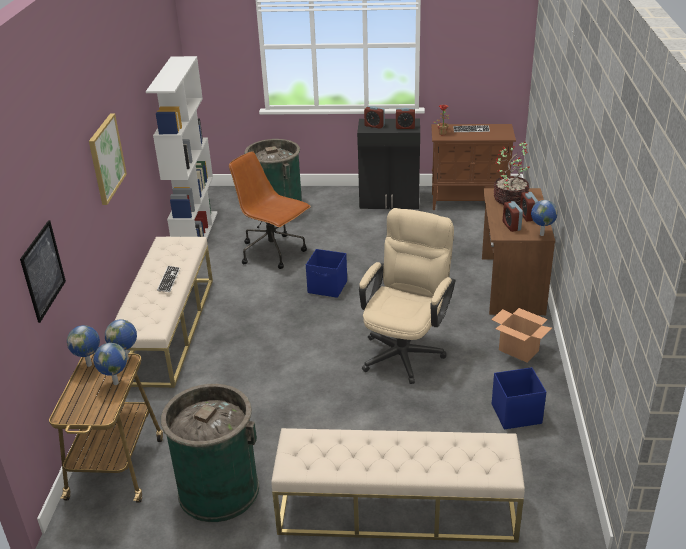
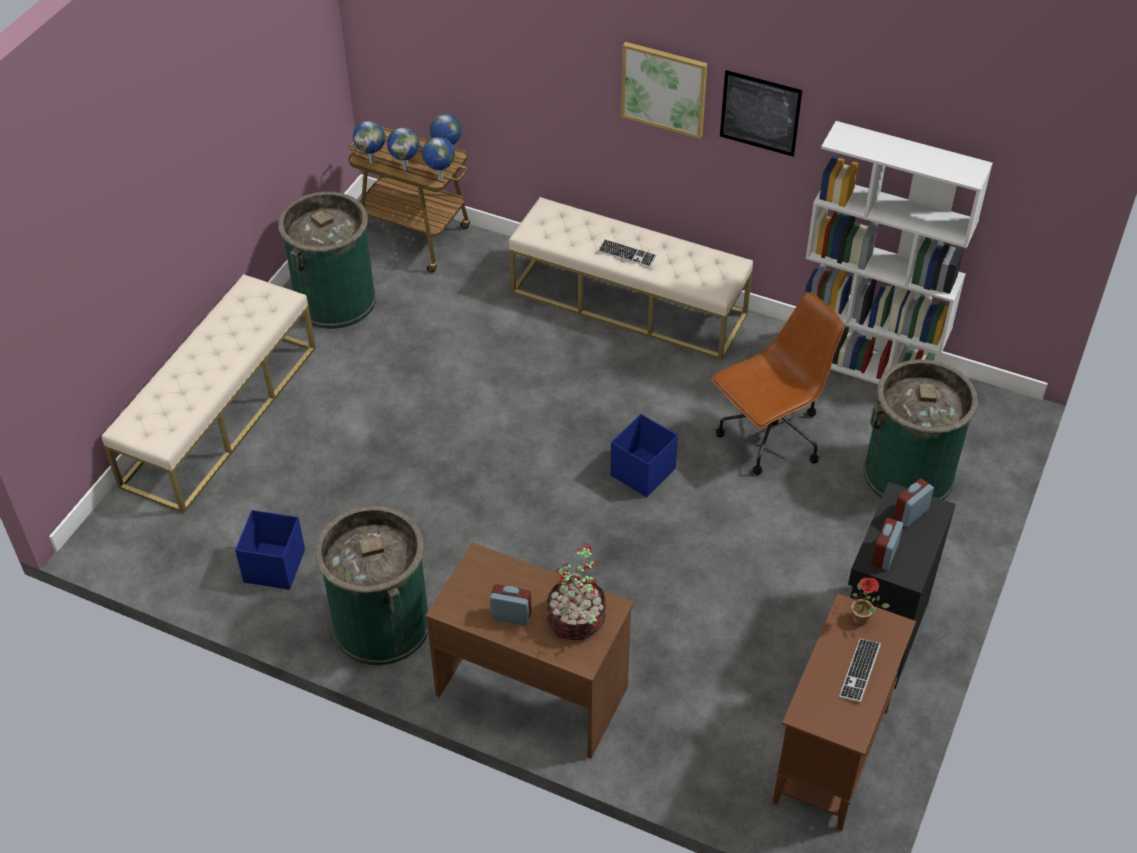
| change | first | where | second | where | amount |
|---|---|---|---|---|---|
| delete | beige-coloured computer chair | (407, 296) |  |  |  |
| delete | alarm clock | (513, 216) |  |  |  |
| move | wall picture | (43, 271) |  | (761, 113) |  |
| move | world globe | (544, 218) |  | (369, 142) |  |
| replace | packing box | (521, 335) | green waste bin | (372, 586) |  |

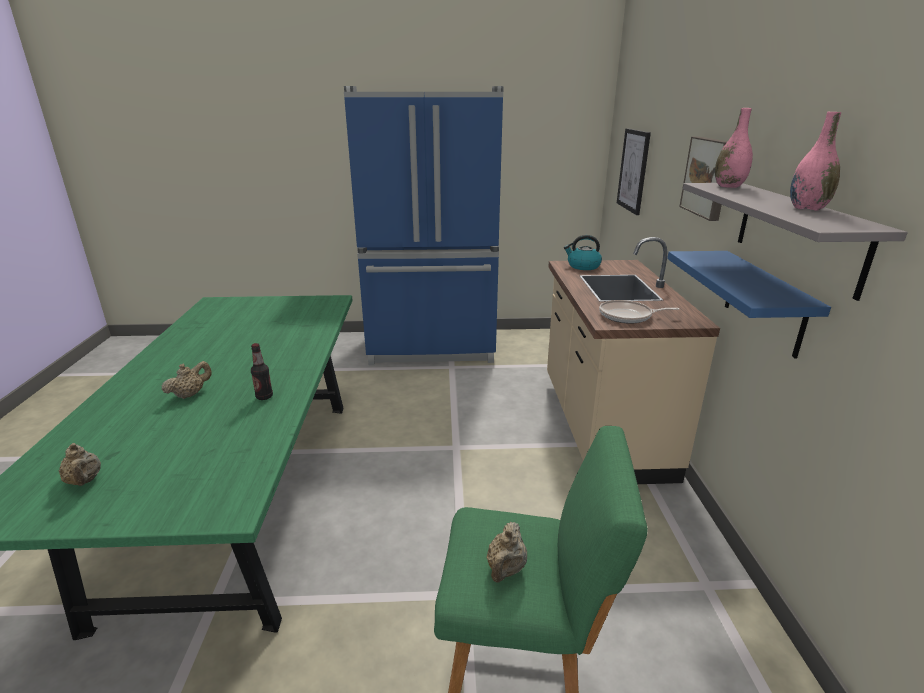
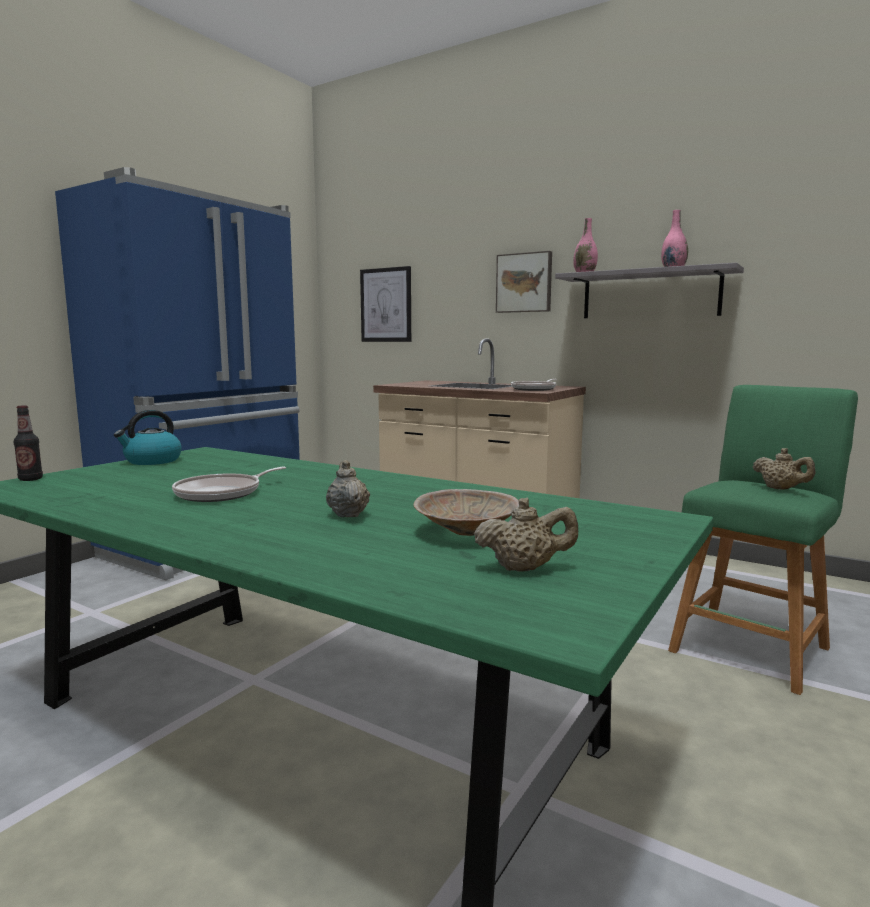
| change | first | where | second | where | amount |
|---|---|---|---|---|---|
| delete | blue-coloured bracket shelf | (749, 305) |  |  |  |
| insert |  |  | skillet | (229, 484) |  |
| insert |  |  | beige-coloured serving bowl | (466, 512) |  |
| move | beverage bottle | (262, 371) |  | (28, 443) |  |
| move | kettle | (583, 252) |  | (148, 437) |  |

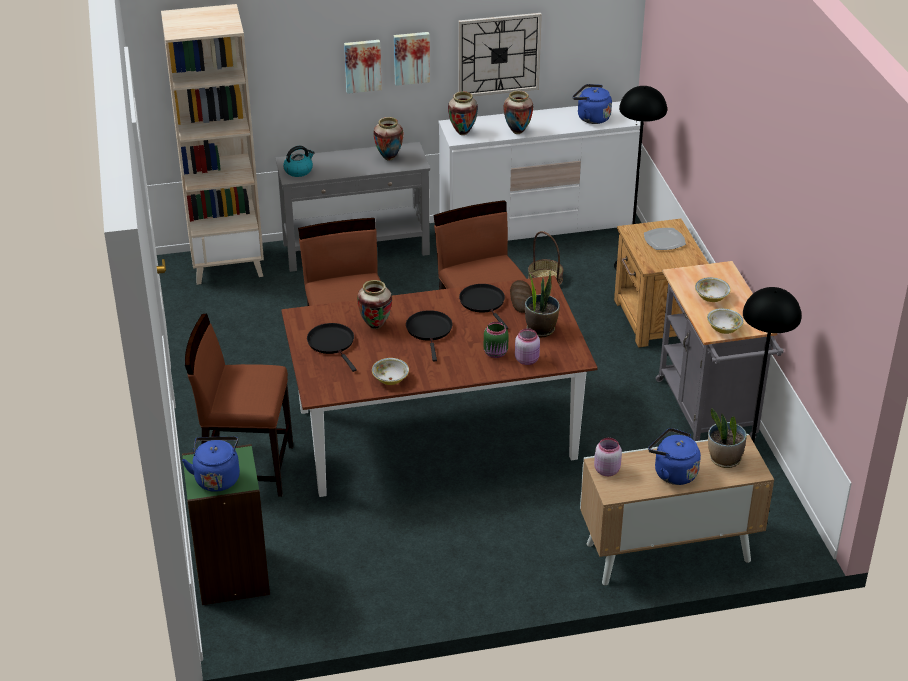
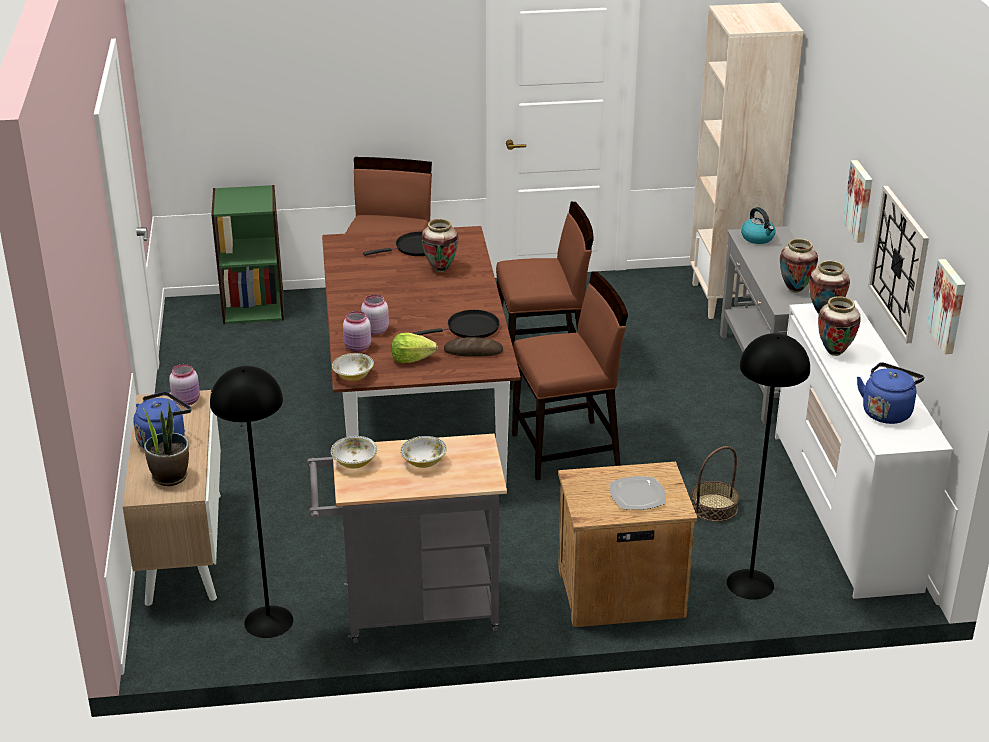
| change | first | where | second | where | amount |
|---|---|---|---|---|---|
| delete | blue-coloured kettle | (211, 464) |  |  |  |
| delete | black skillet | (429, 335) |  |  |  |
| move | wall picture | (363, 67) |  | (945, 306) |  |
| move | serving bowl | (390, 371) |  | (353, 367) |  |
| replace | plant in a pot | (542, 304) | lettuce head | (415, 348) |  |
| recolor | green jar | (496, 340) | pink jar | (375, 315) |  |

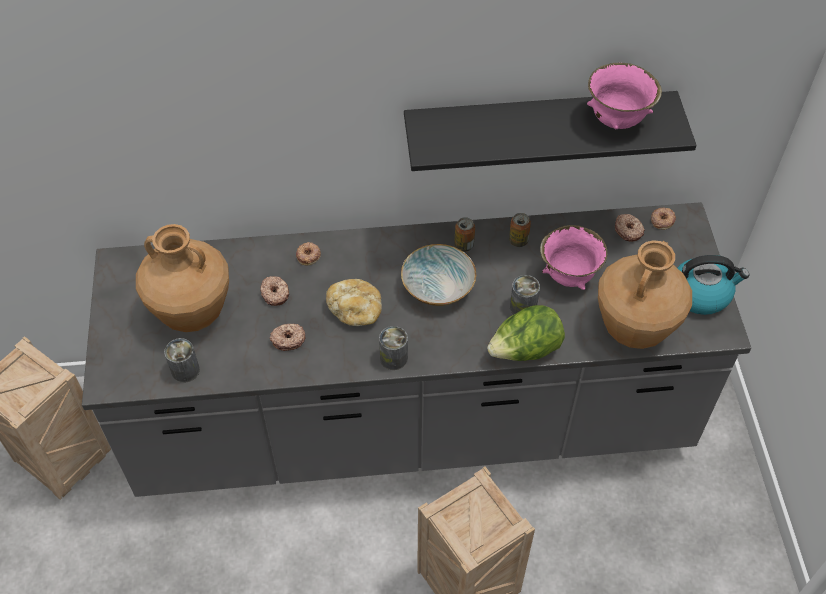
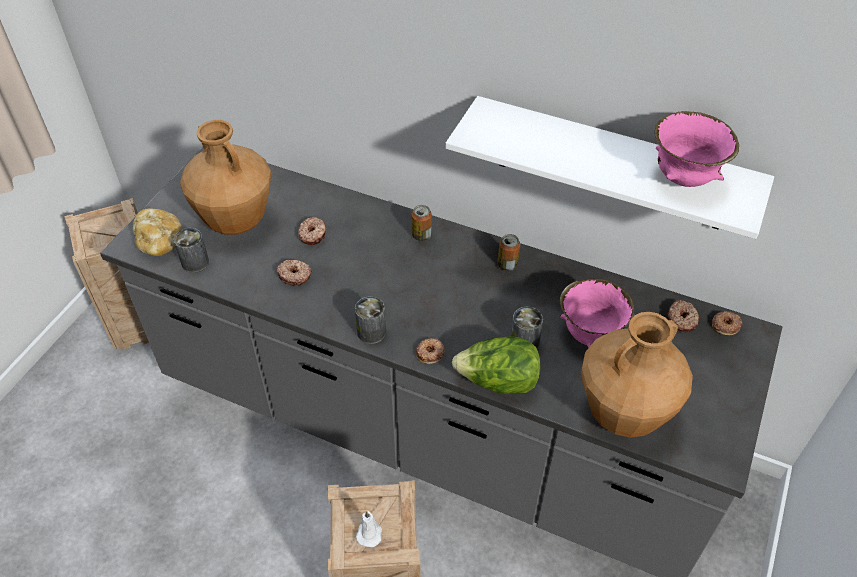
| change | first | where | second | where | amount |
|---|---|---|---|---|---|
| delete | serving bowl | (438, 275) |  |  |  |
| delete | kettle | (713, 285) |  |  |  |
| insert |  |  | white wax candle | (369, 529) |  |
| move | ring doughnut | (308, 253) |  | (430, 351) |  |
| move | bakery bread | (354, 302) |  | (158, 232) |  |
| move | sealed can | (520, 230) |  | (422, 223) |  |
| recolor | black bracket shelf | (550, 131) | white bracket shelf | (609, 167) |  |

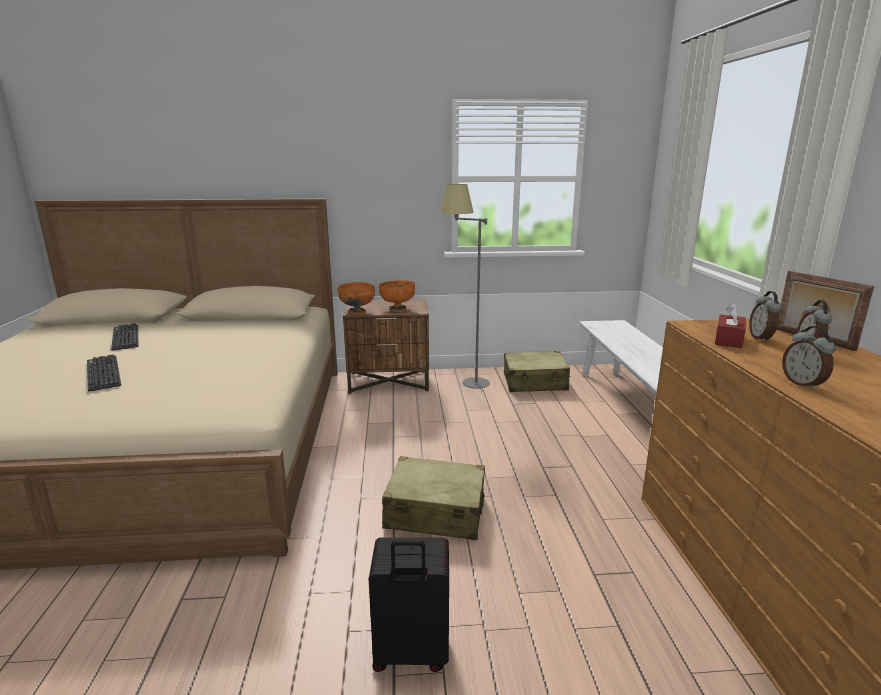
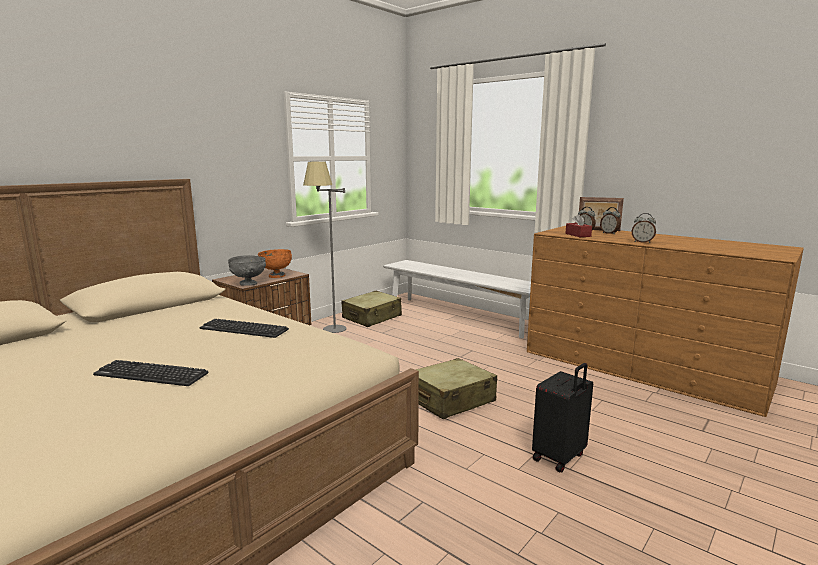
| change | first | where | second | where | amount |
|---|---|---|---|---|---|
| move | keyboard | (125, 337) |  | (244, 328) |  |
| recolor | orange-coloured serving bowl | (356, 298) | greyish serving bowl | (247, 270) |  |

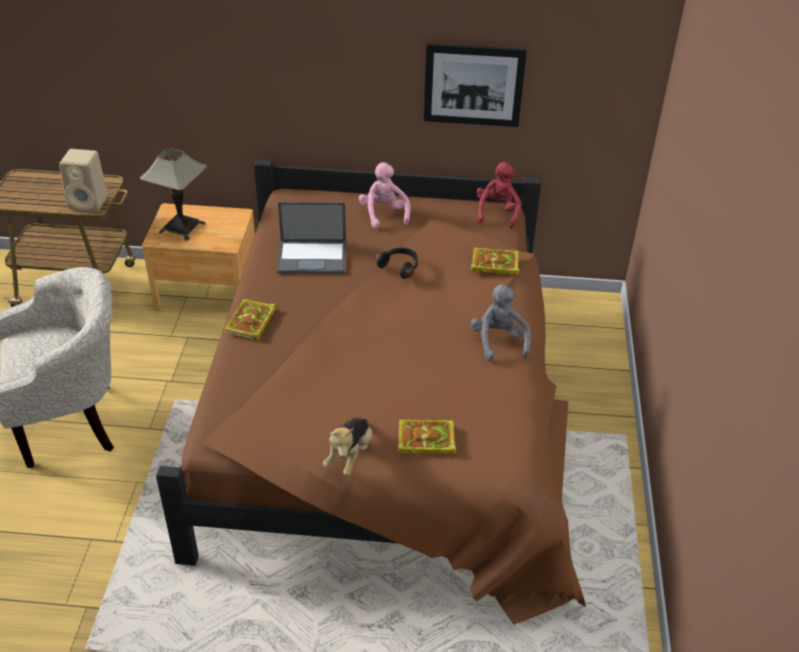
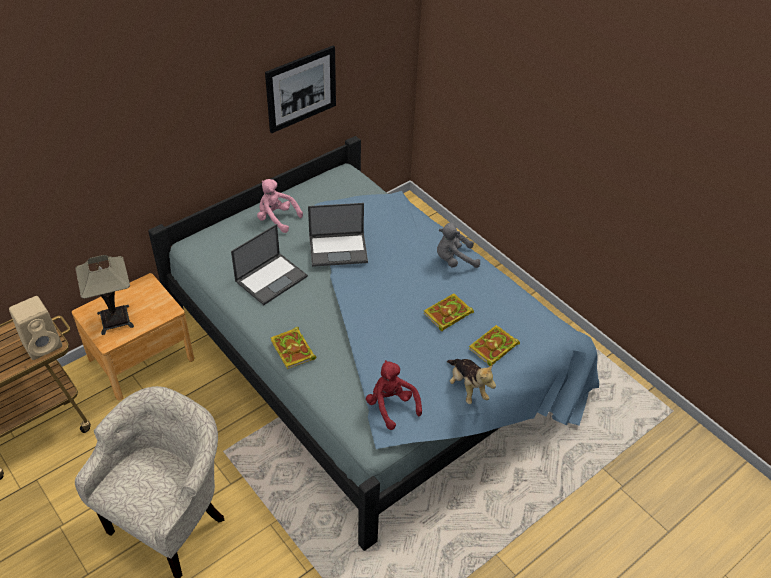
| change | first | where | second | where | amount |
|---|---|---|---|---|---|
| move | book | (495, 261) |  | (449, 312) |  |
| move | red-coloured plush toy | (499, 195) |  | (394, 395) |  |
| replace | black pair of headphones | (396, 263) | laptop | (338, 235) |  |
| recolor | brown-coloured bed | (370, 392) | blue-coloured bed | (373, 343) |  |
| rotate | greyish plush toy | (501, 322) |  | (458, 245) | 45 degrees counterclockwise |

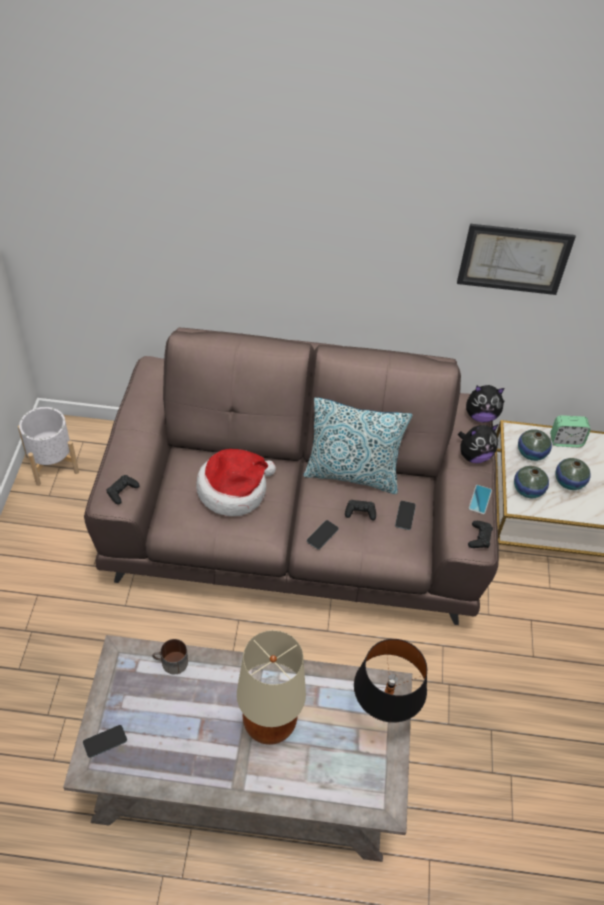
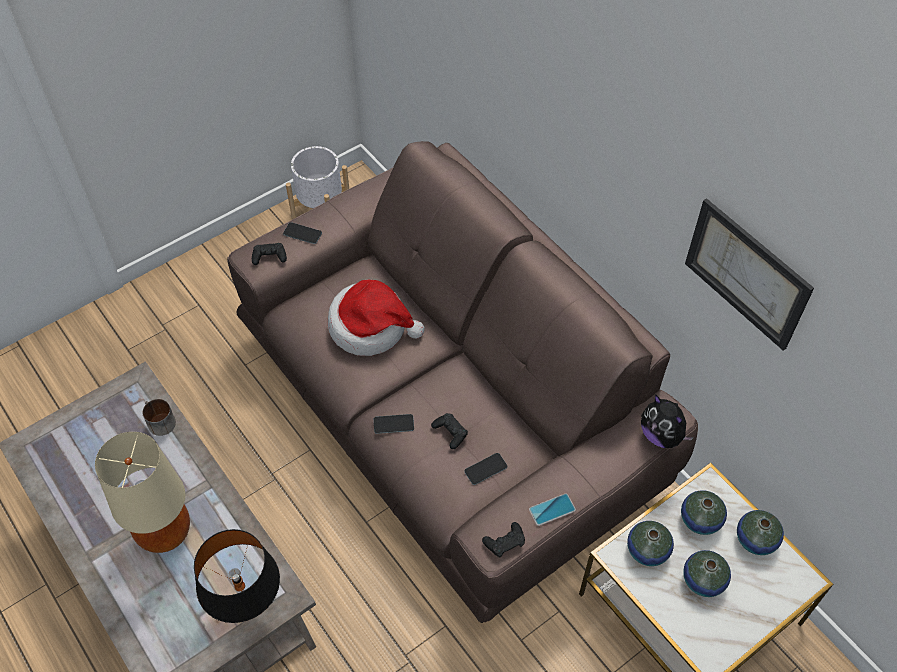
| change | first | where | second | where | amount |
|---|---|---|---|---|---|
| delete | pillow | (357, 445) |  |  |  |
| delete | plush toy | (478, 443) |  |  |  |
| move | telephone | (105, 741) |  | (302, 233) |  |
| replace | alarm clock | (570, 431) | decorative vase | (760, 532) |  |

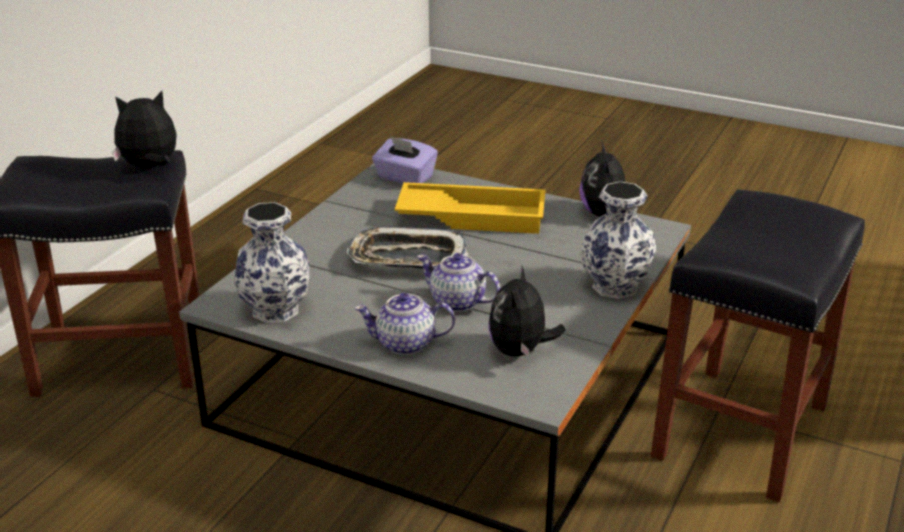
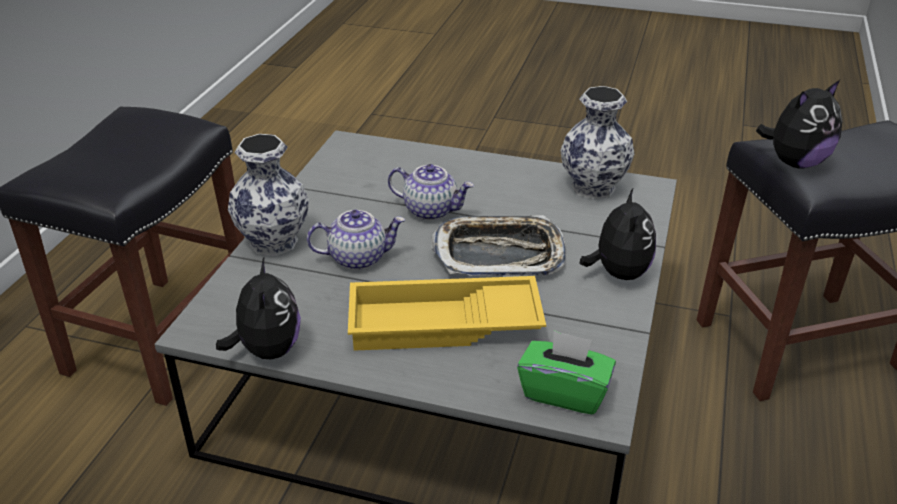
| change | first | where | second | where | amount |
|---|---|---|---|---|---|
| move | pot for tea | (405, 324) |  | (356, 240) |  |
| move | plush toy | (526, 311) |  | (618, 234) |  |
| recolor | purple box of tissues | (405, 160) | green box of tissues | (566, 372) |  |

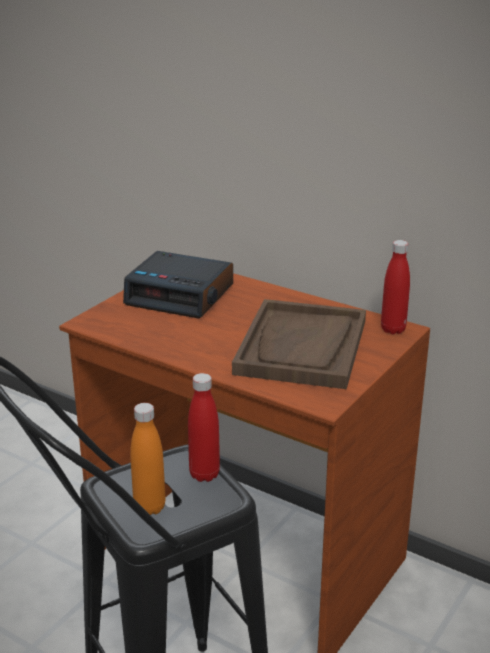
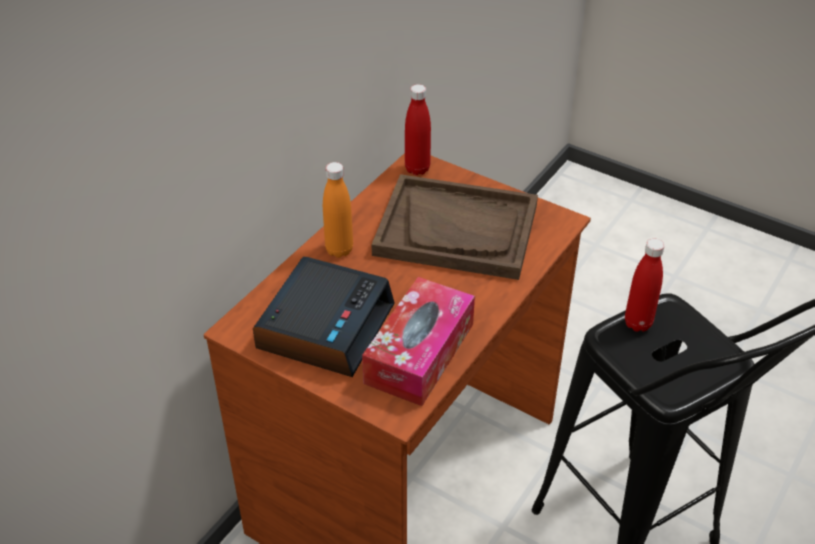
| change | first | where | second | where | amount |
|---|---|---|---|---|---|
| insert |  |  | box of tissues | (418, 341) |  |
| move | orange-coloured beverage bottle | (148, 459) |  | (338, 210) |  |

